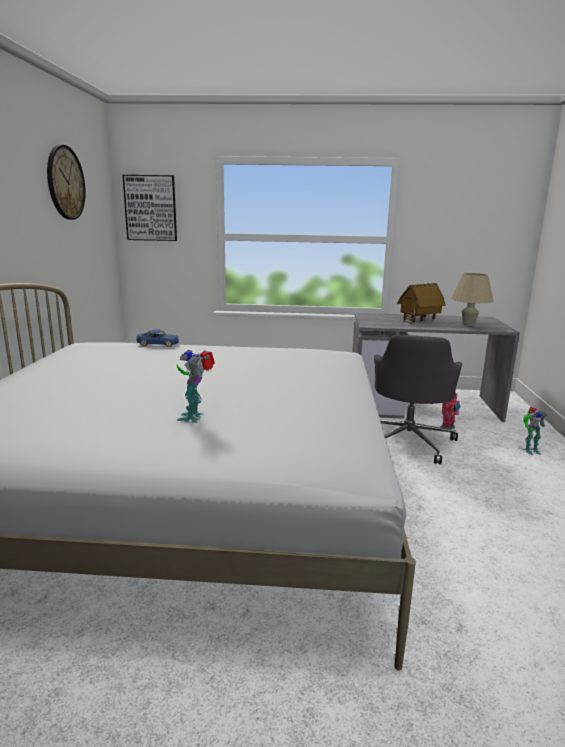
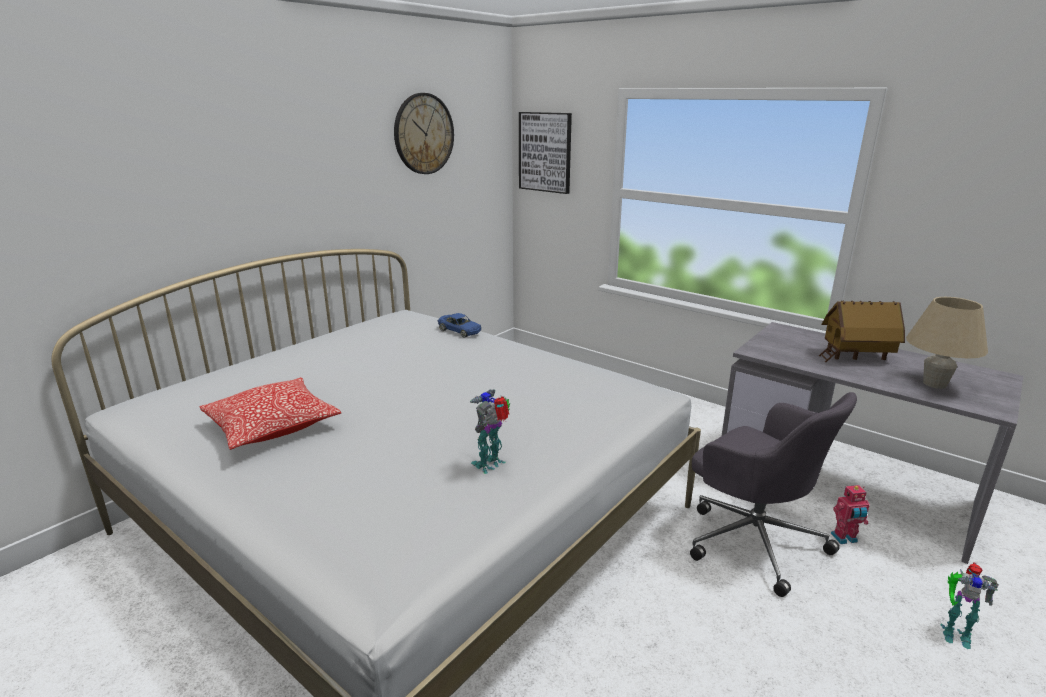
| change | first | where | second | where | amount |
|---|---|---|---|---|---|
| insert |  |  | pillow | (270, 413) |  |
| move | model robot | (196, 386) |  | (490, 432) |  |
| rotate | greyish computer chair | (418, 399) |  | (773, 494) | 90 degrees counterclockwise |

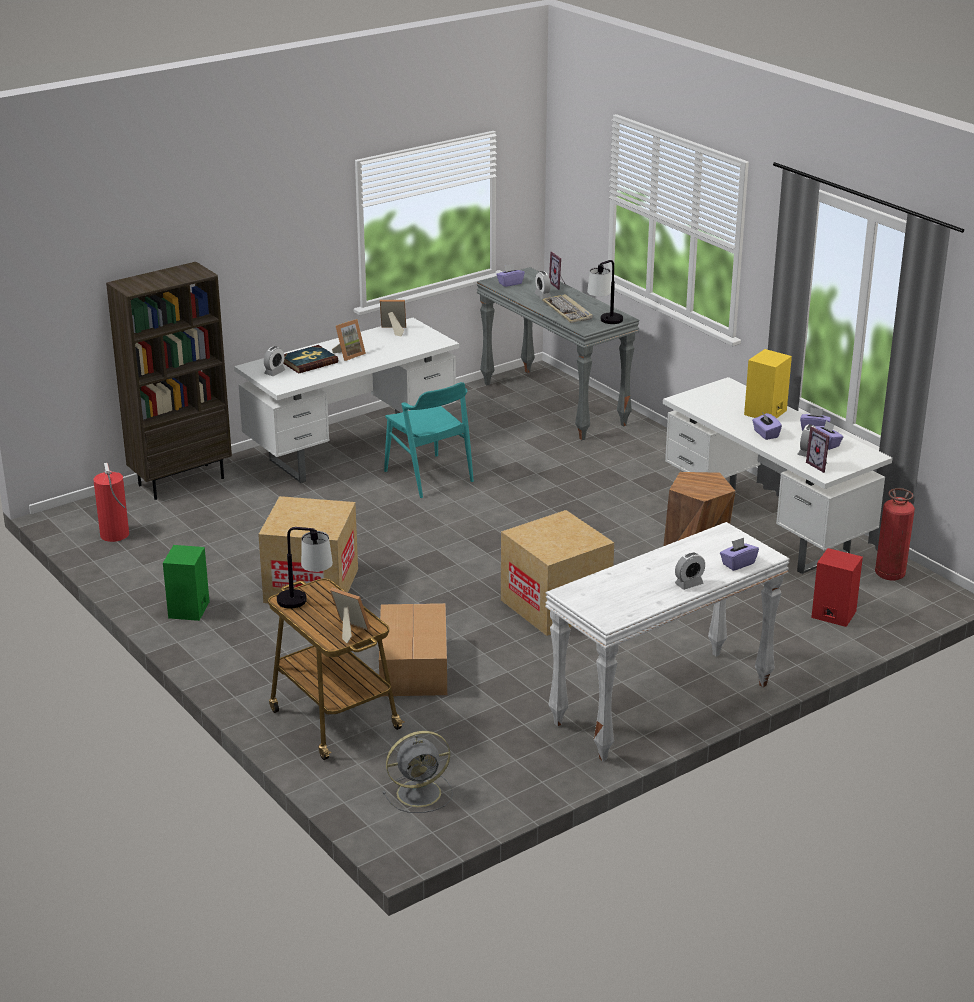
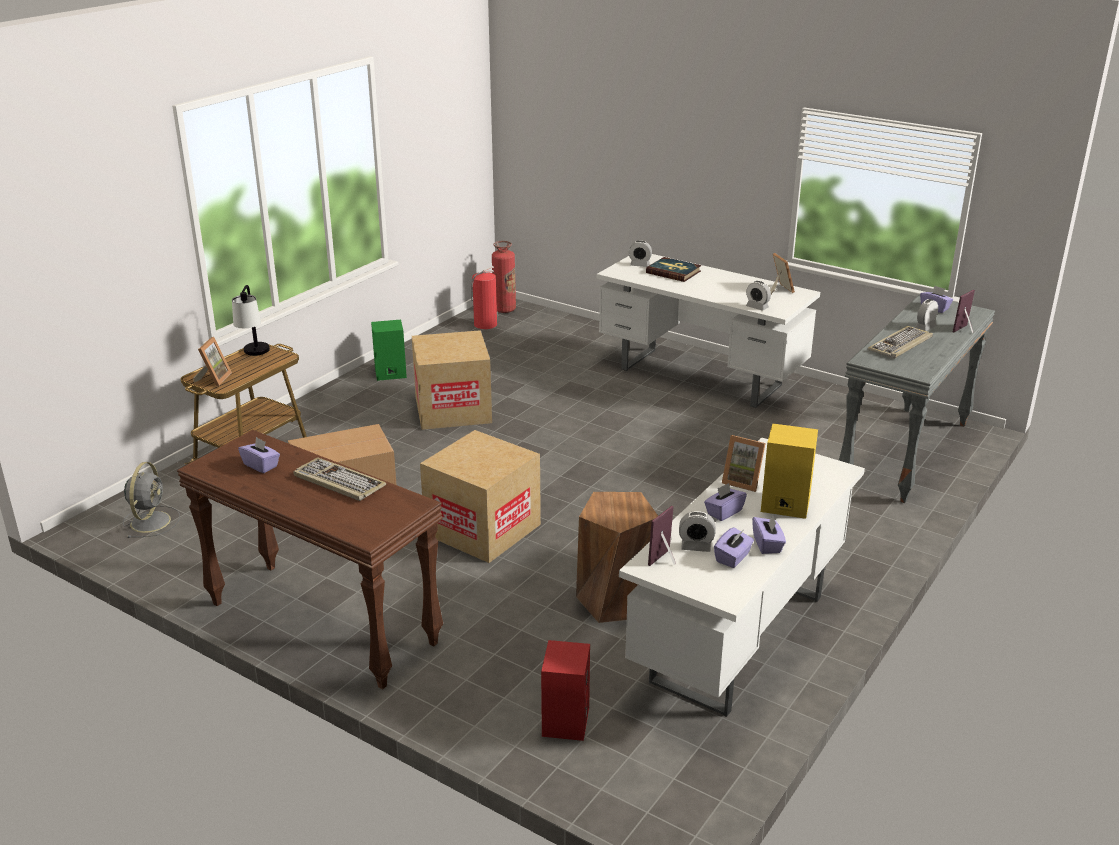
| change | first | where | second | where | amount |
|---|---|---|---|---|---|
| delete | brown-coloured bookshelf | (169, 381) |  |  |  |
| delete | turquoise upright chair | (429, 440) |  |  |  |
| delete | lamp for a table | (605, 292) |  |  |  |
| insert |  |  | keyboard | (339, 479) |  |
| move | standing frame | (349, 340) |  | (744, 463) |  |
| move | alarm clock | (690, 571) |  | (758, 296) |  |
| move | purple box of tissues | (739, 554) |  | (259, 455) |  |
| move | fire extinguisher | (895, 534) |  | (504, 277) |  |
| recolor | white narrow table | (667, 641) | brown-coloured narrow table | (310, 559) |  |
| rotate | greyish cooling fan | (418, 772) |  | (151, 500) | 135 degrees counterclockwise |

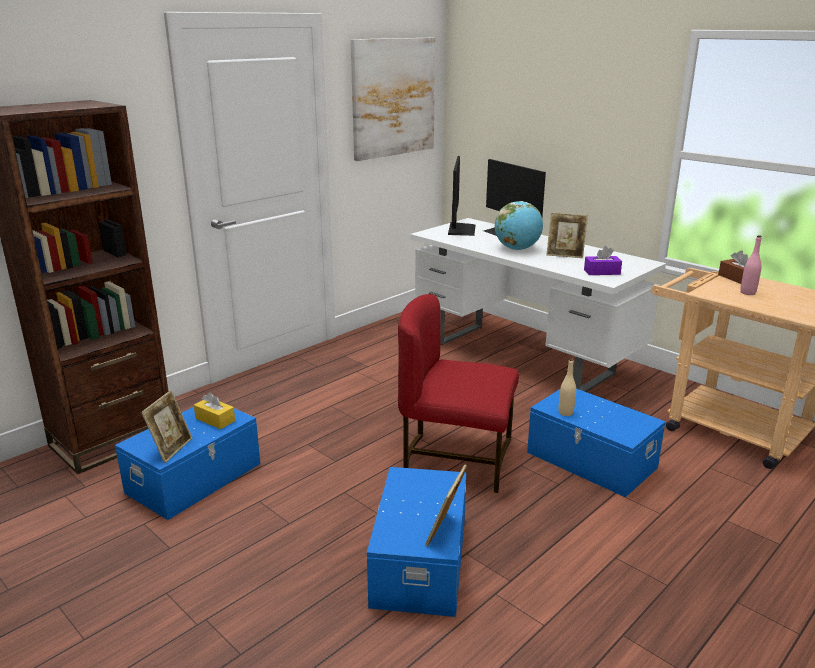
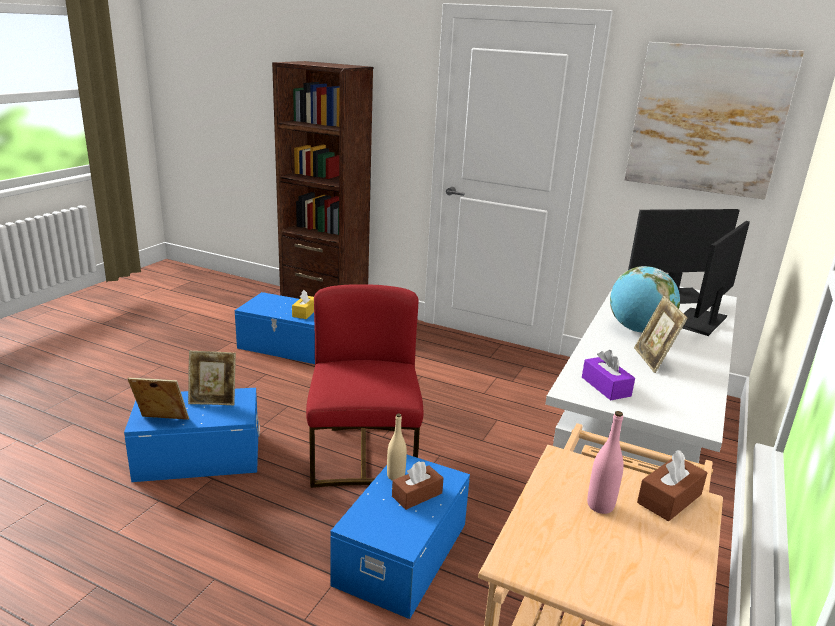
| change | first | where | second | where | amount |
|---|---|---|---|---|---|
| insert |  |  | brown-coloured box of tissues | (417, 485) |  |
| move | standing frame | (166, 426) |  | (212, 378) |  |

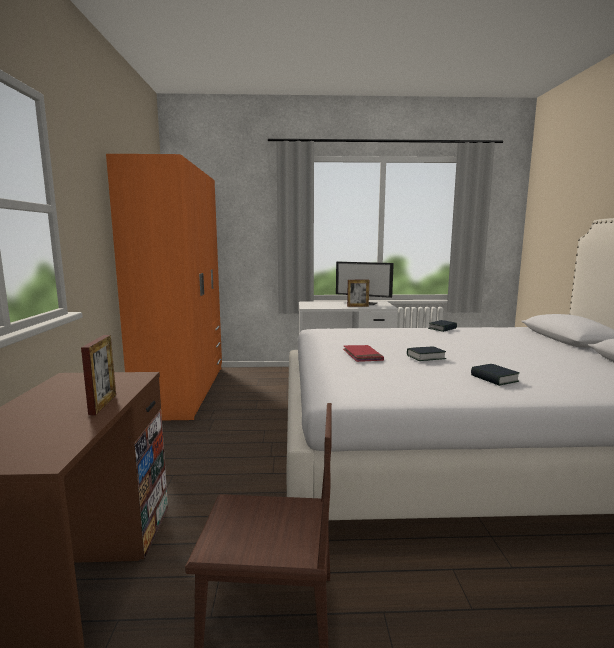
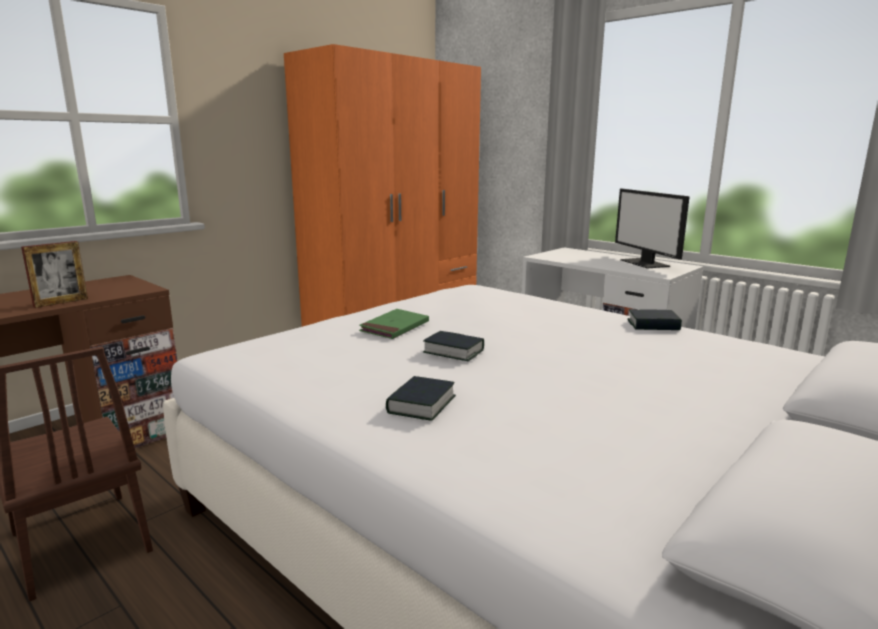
| change | first | where | second | where | amount |
|---|---|---|---|---|---|
| delete | standing frame | (358, 293) |  |  |  |
| recolor | red-coloured book | (363, 353) | green book | (394, 324) |  |

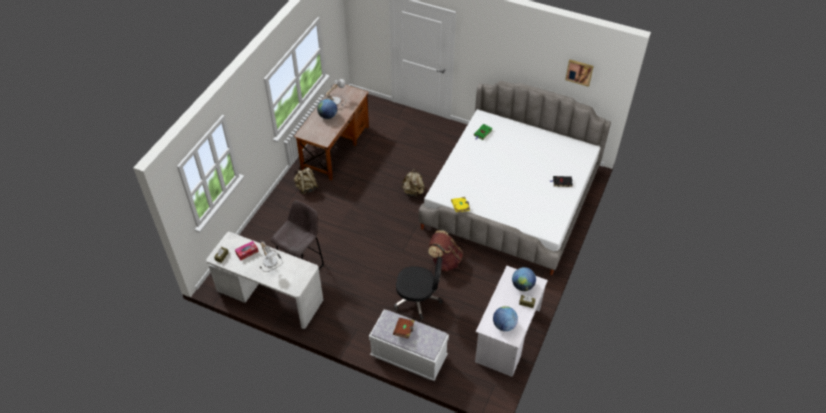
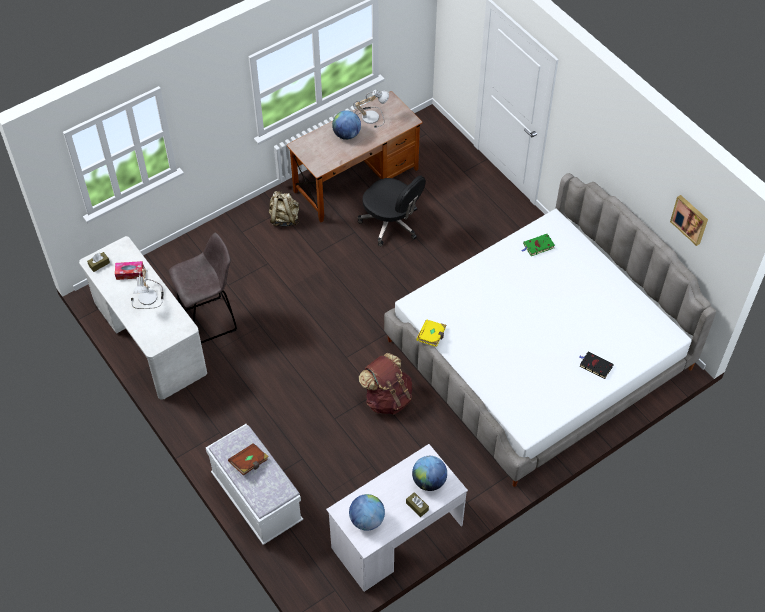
| change | first | where | second | where | amount |
|---|---|---|---|---|---|
| delete | beige-coloured knapsack | (413, 183) |  |  |  |
| move | black computer chair | (418, 288) |  | (392, 210) |  |

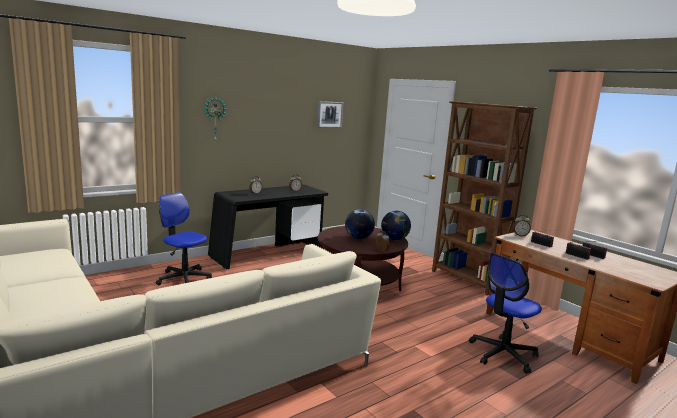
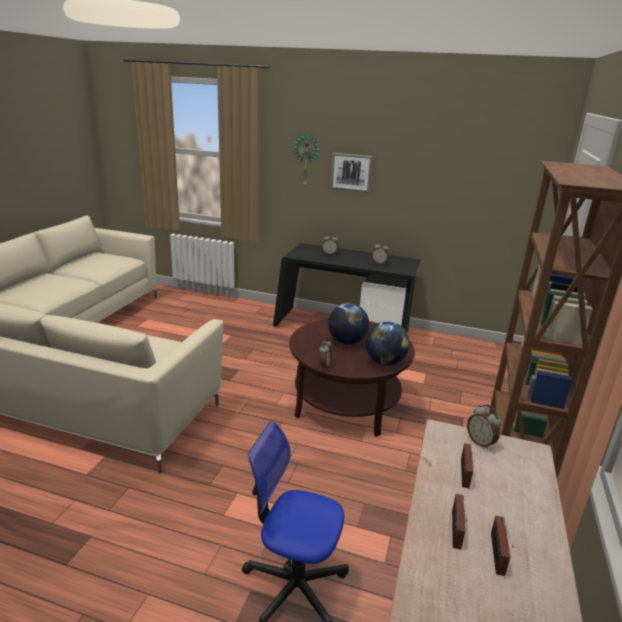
| change | first | where | second | where | amount |
|---|---|---|---|---|---|
| delete | computer chair | (184, 239) |  |  |  |
| move | wall picture | (330, 114) |  | (351, 173) |  |

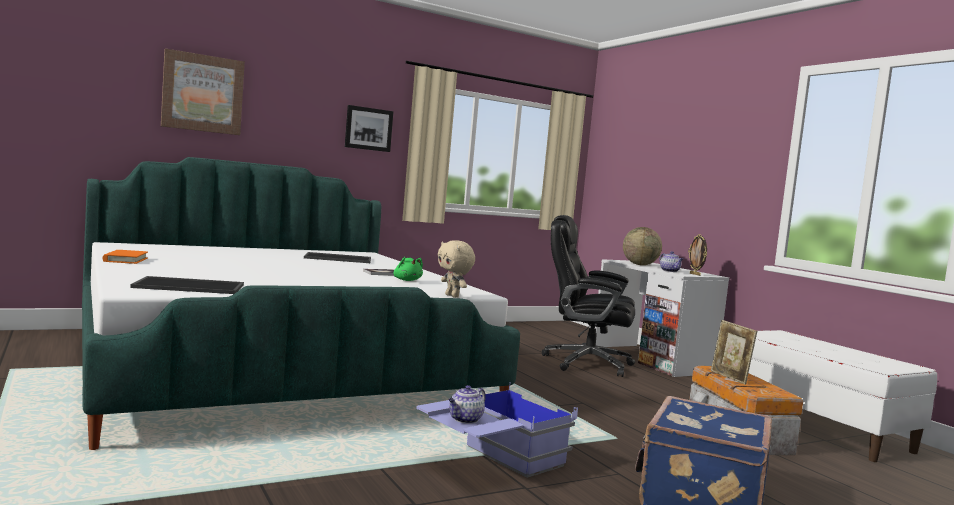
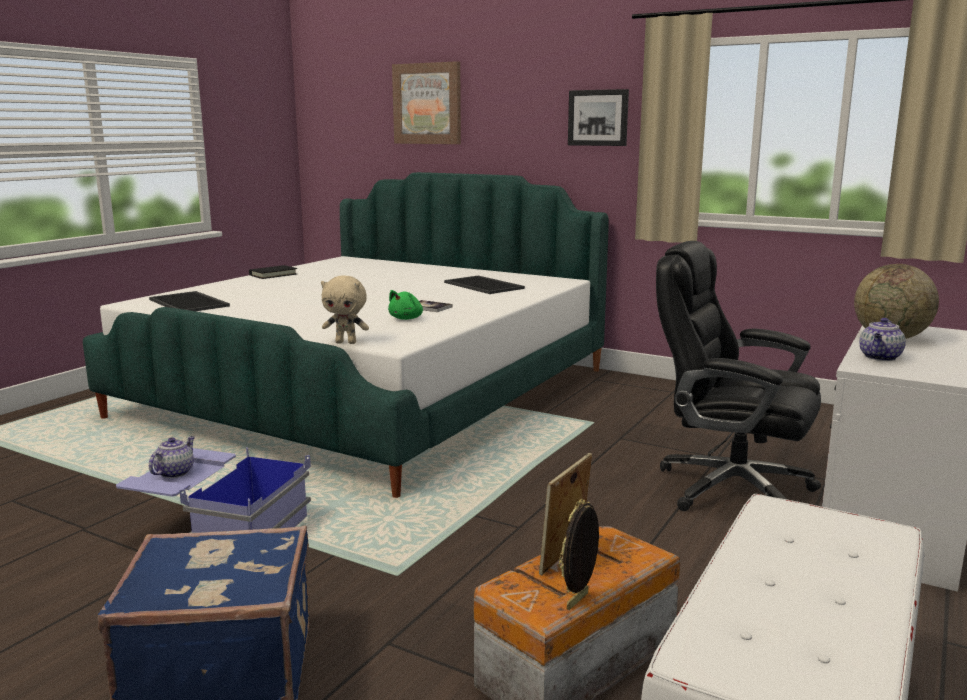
| change | first | where | second | where | amount |
|---|---|---|---|---|---|
| move | standing frame | (697, 255) |  | (579, 554) |  |
| recolor | orange-coloured book | (125, 257) | black book | (273, 272) |  |
| rotate | beige-coloured plush toy | (456, 269) |  | (345, 310) | 105 degrees counterclockwise |
| rotate | pot for tea | (467, 404) |  | (172, 457) | 105 degrees clockwise |
| rotate | black computer chair | (588, 296) |  | (738, 376) | 45 degrees counterclockwise |

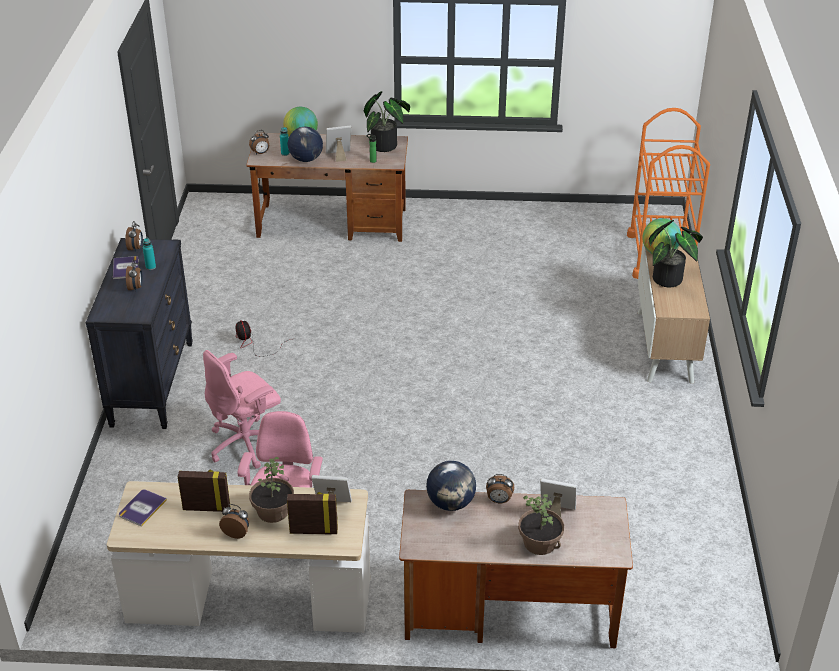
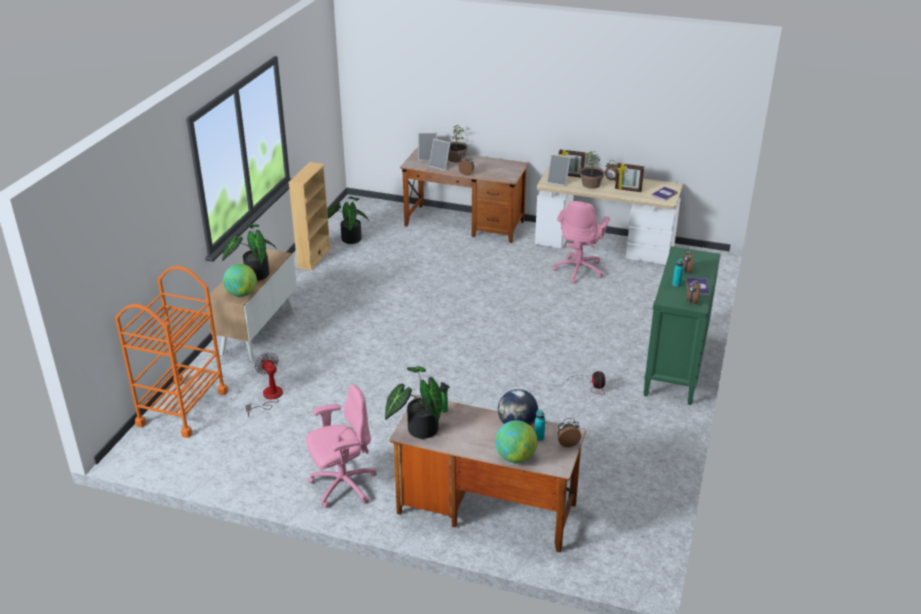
| change | first | where | second | where | amount |
|---|---|---|---|---|---|
| delete | world globe | (451, 486) |  |  |  |
| insert |  |  | cooling fan | (264, 385) |  |
| insert |  |  | beige-coloured bookshelf | (309, 216) |  |
| insert |  |  | plant in a pot | (348, 220) |  |
| move | pink computer chair | (242, 409) |  | (341, 446) |  |
| move | standing frame | (338, 143) |  | (427, 146) |  |
| recolor | black dresser | (139, 333) | green dresser | (682, 325) |  |

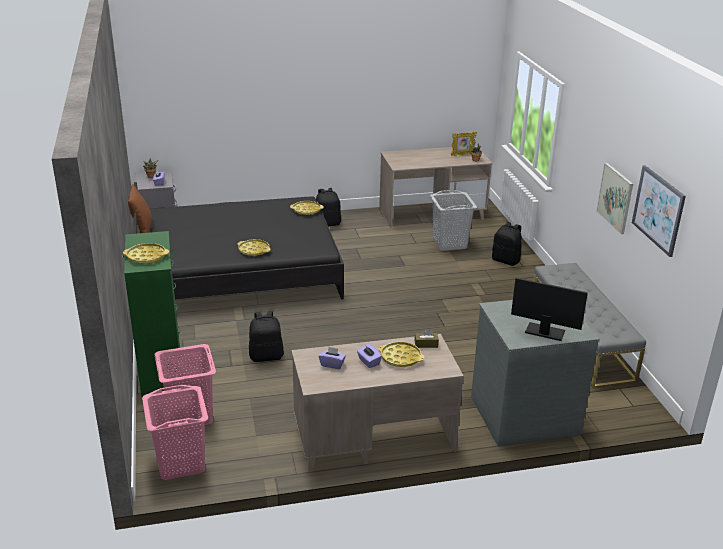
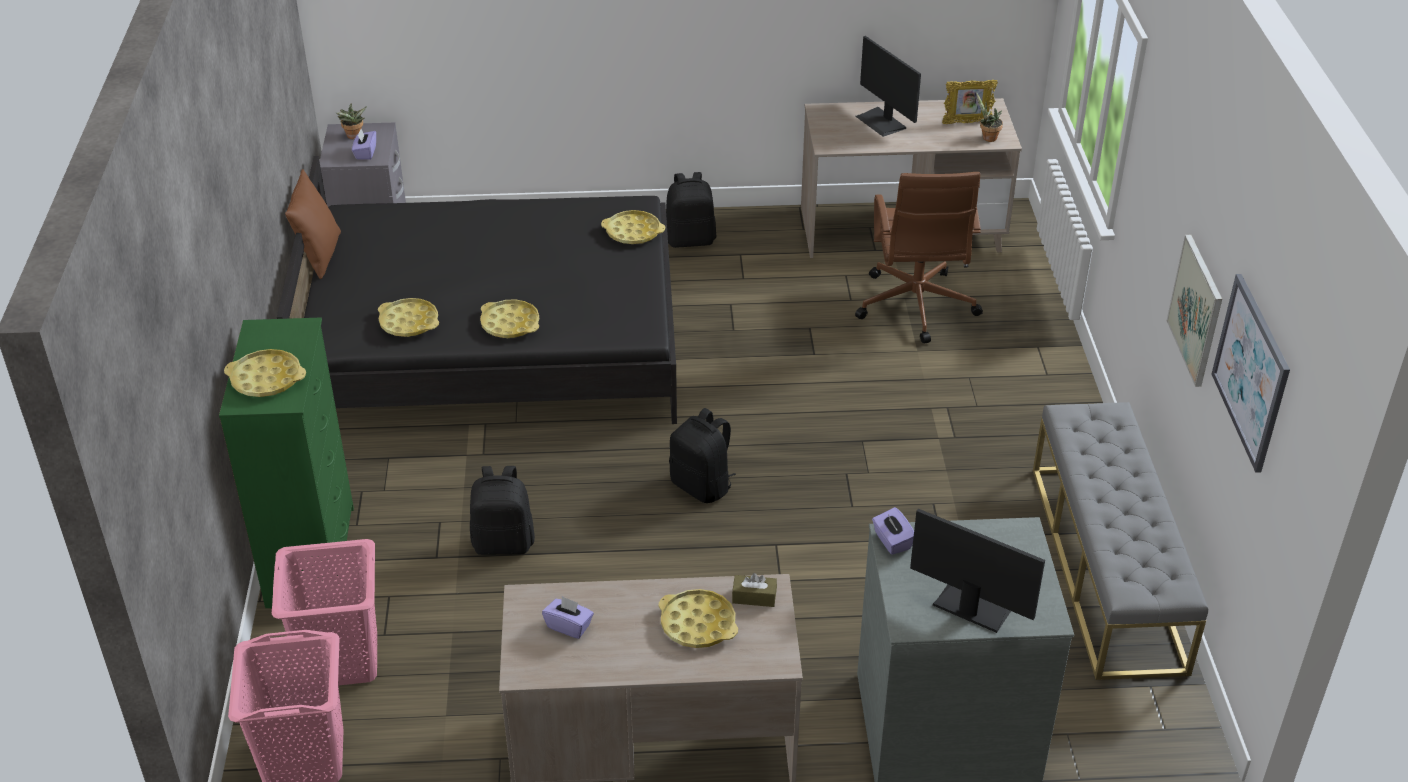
| change | first | where | second | where | amount |
|---|---|---|---|---|---|
| insert |  |  | yellow serving tray | (408, 317) |  |
| insert |  |  | computer display | (888, 86) |  |
| move | purple box of tissues | (369, 356) |  | (893, 531) |  |
| move | black knapsack | (507, 244) |  | (702, 455) |  |
| replace | greyish laundry basket | (453, 220) | brown-coloured computer chair | (919, 258) |  |

